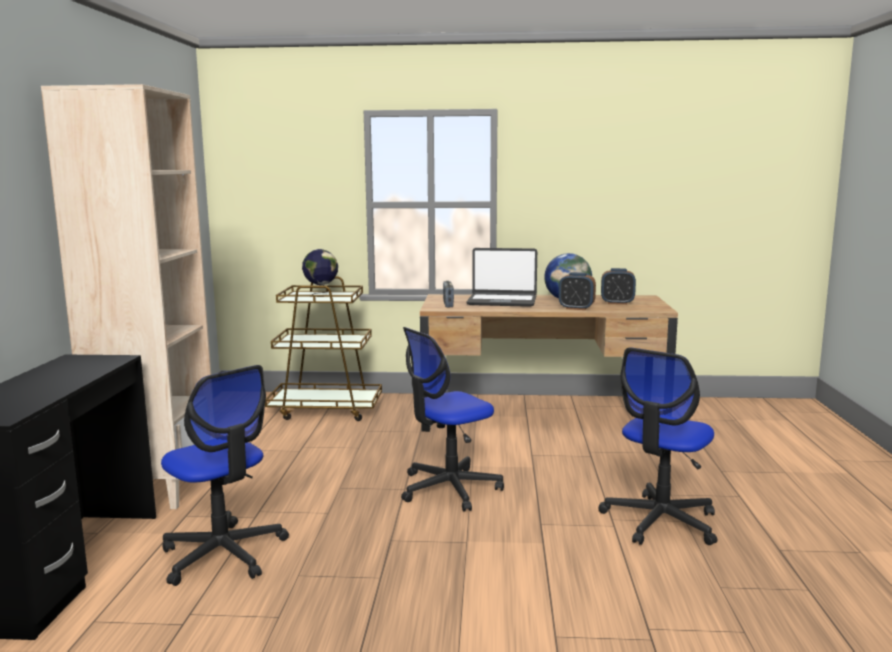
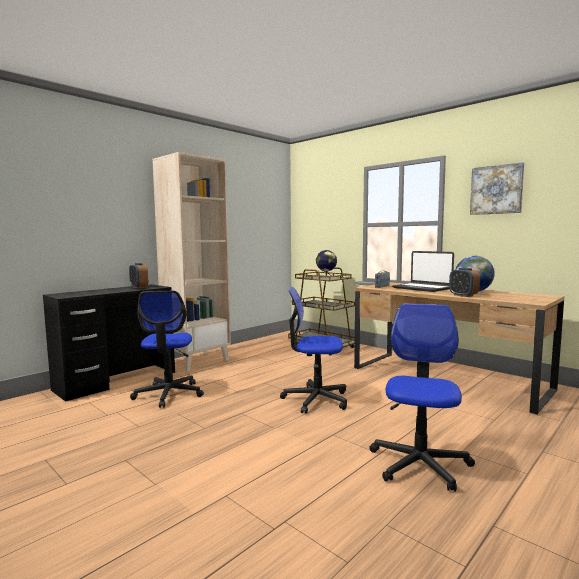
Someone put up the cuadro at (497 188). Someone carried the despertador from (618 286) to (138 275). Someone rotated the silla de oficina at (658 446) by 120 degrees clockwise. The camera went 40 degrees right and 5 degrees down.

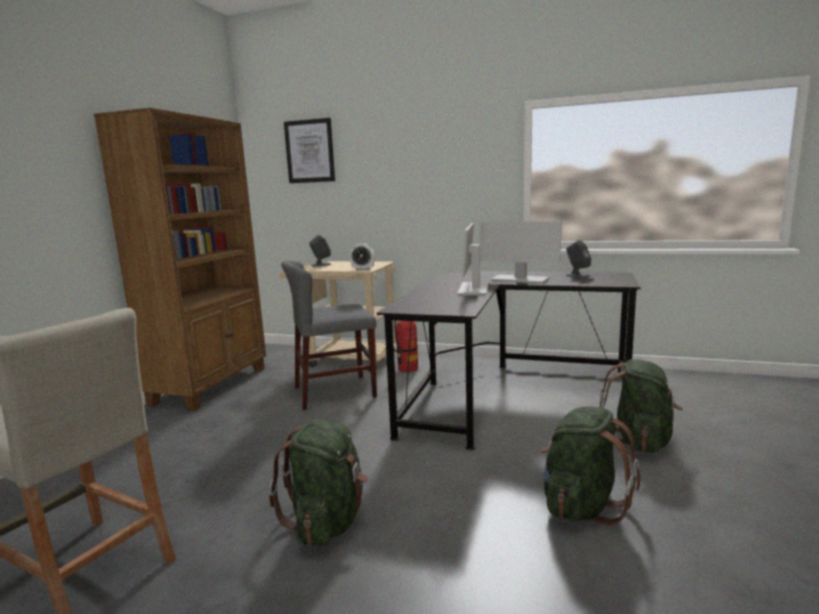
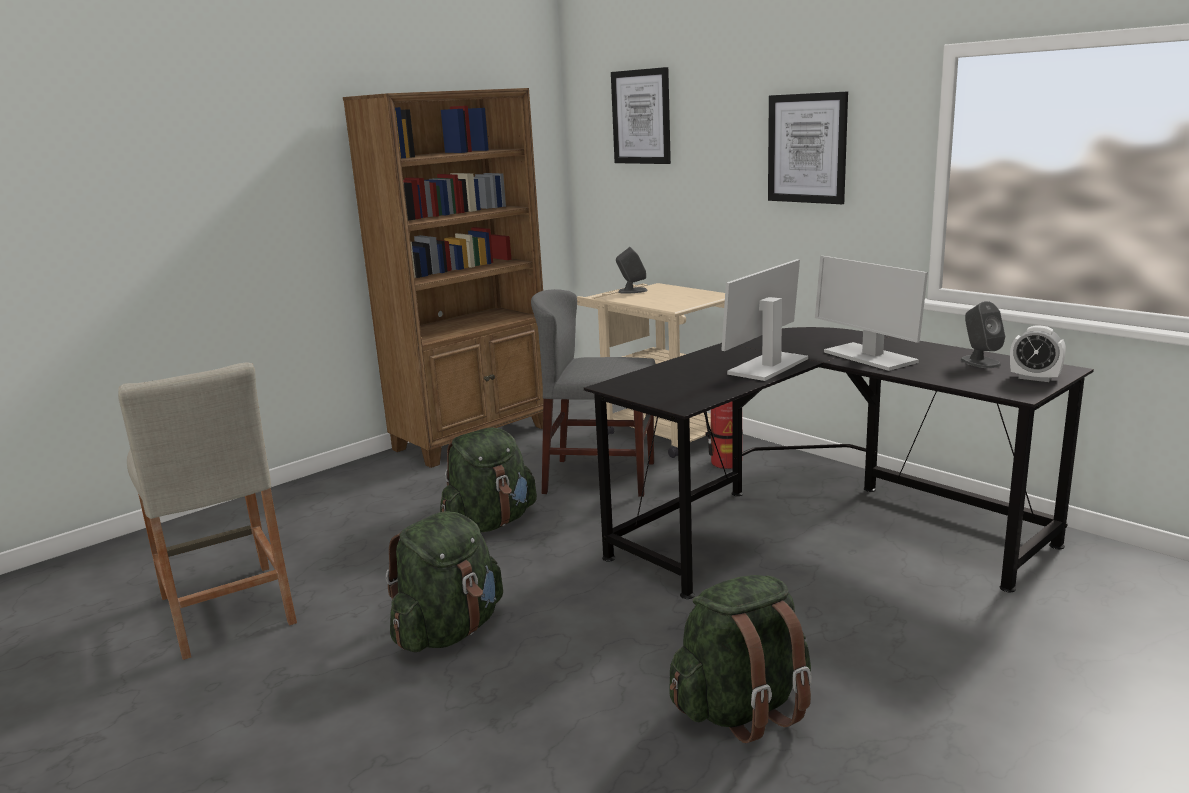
Someone put up the cuadro at (808 147). Someone carried the despertador from (362 256) to (1038 353). Someone carried the mochila (verde) from (641 406) to (488 479). The camera went 30 degrees right and 5 degrees up.

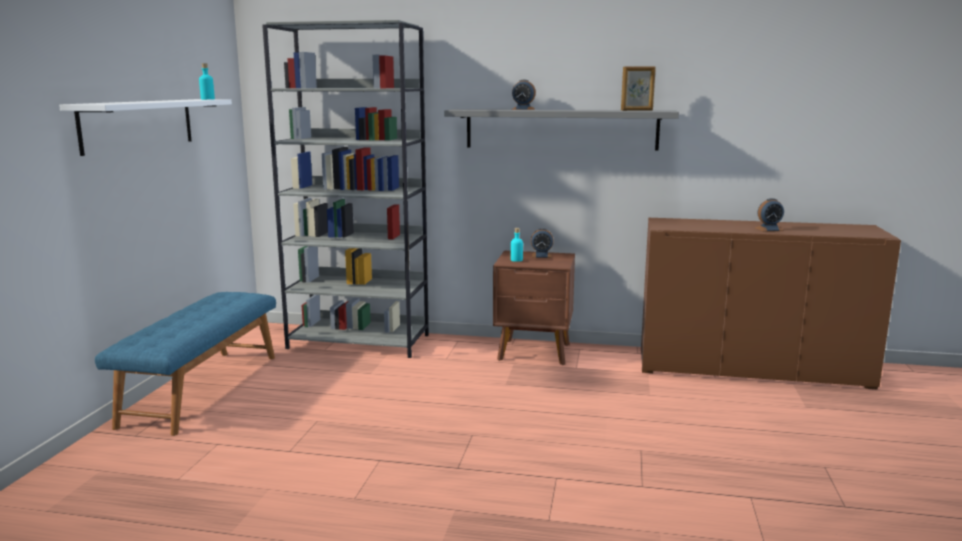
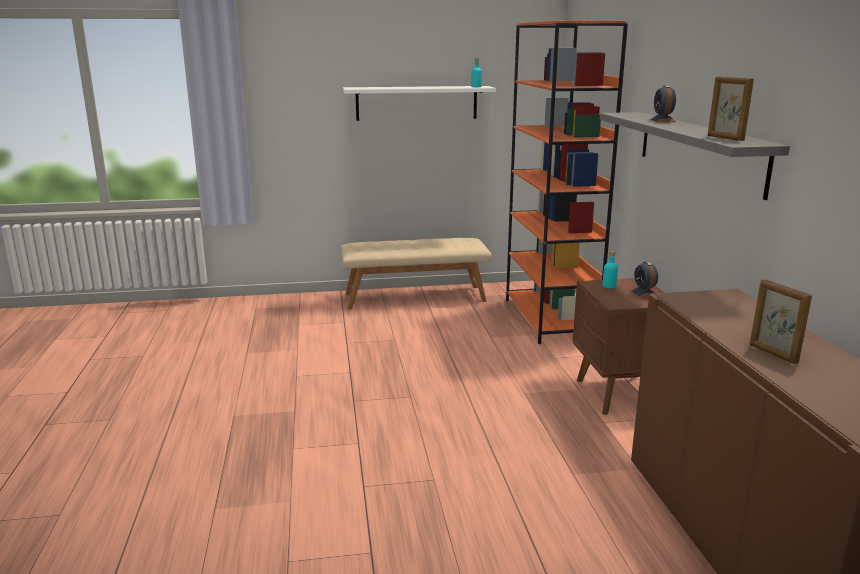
Someone swapped the despertador at (769 214) for the portarretratos at (781 321). Someone repainted the banco (azul) at (185 364), which became the banco (beis) at (416 274). Someone repainted the estantería (gris) at (345 189), which became the estantería (naranja) at (567 182). The camera went 70 degrees right and 5 degrees up.

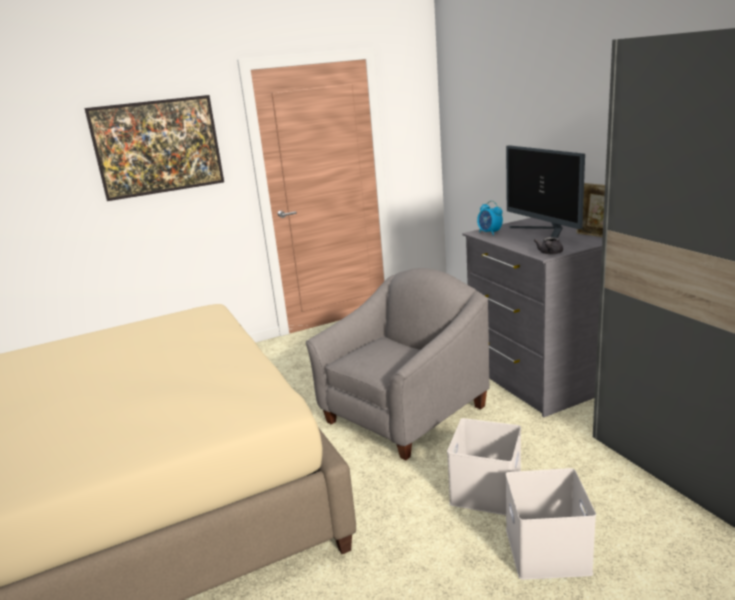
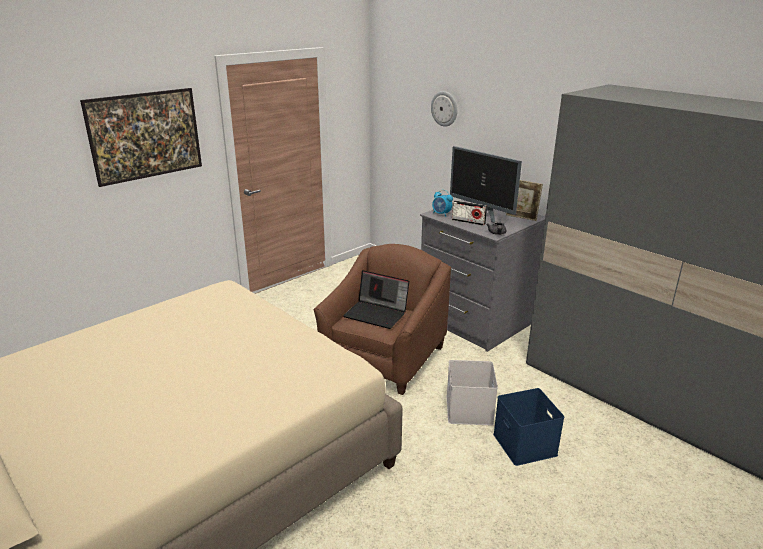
Someone put down the portátil at (376 299). Someone put up the reloj de pared at (444 109). Someone put down the radio at (469 213). Someone repainted the sillón (gris) at (398 364), which became the sillón (marrón) at (382 319). Someone repainted the caja de almacenaje (blanco) at (551 524), which became the caja de almacenaje (azul) at (528 427). The camera went 20 degrees left and 5 degrees up.

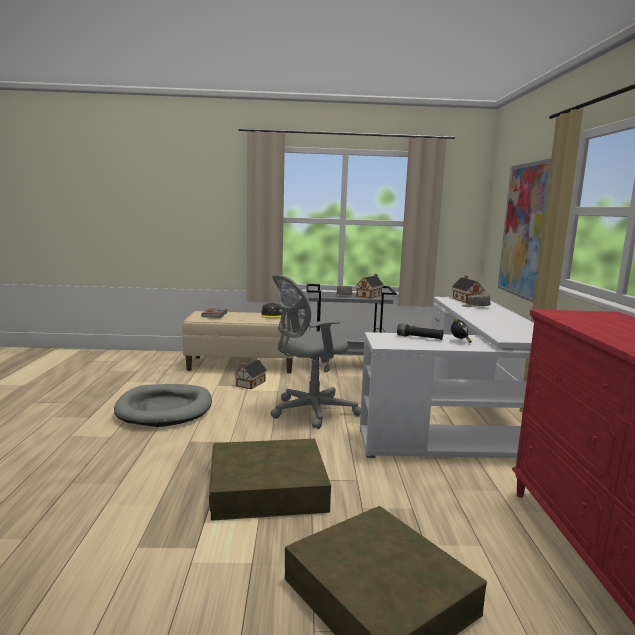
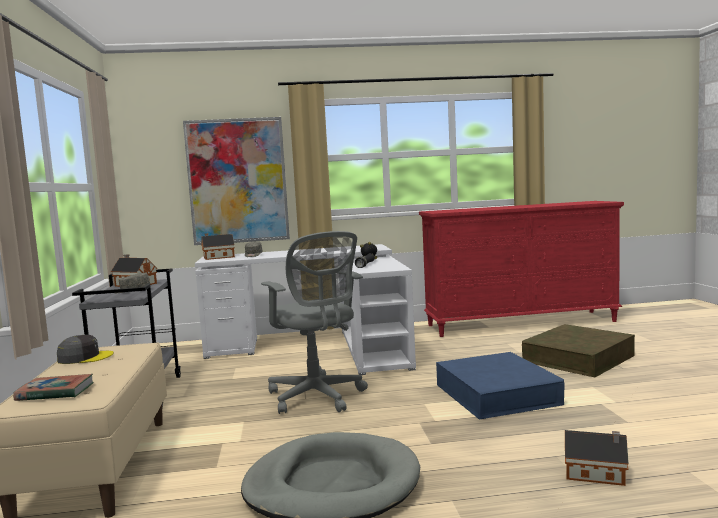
Someone carried the casita from (251 374) to (597 458). Someone repainted the caja de almacenaje (marrón) at (270 480), which became the caja de almacenaje (azul) at (500 386). The camera went 95 degrees left and 5 degrees down.

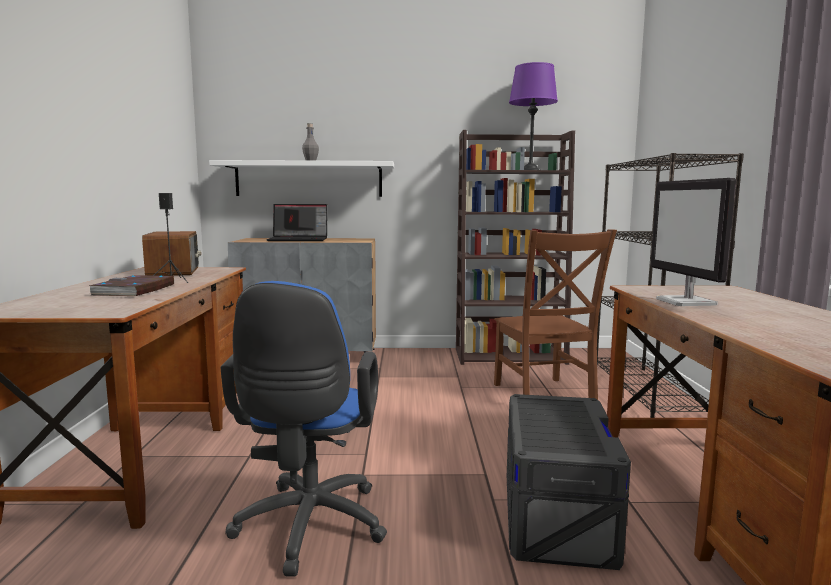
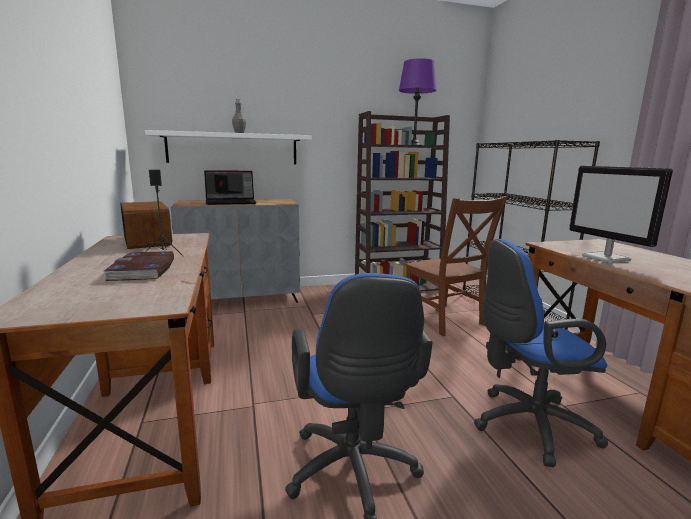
Someone swapped the caja de almacenaje (gris) at (569 482) for the silla de oficina (azul) at (541 353). The camera went 15 degrees left and 5 degrees up.

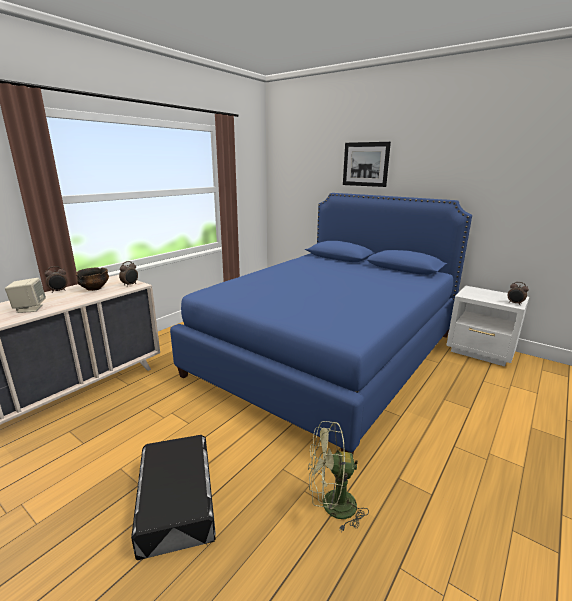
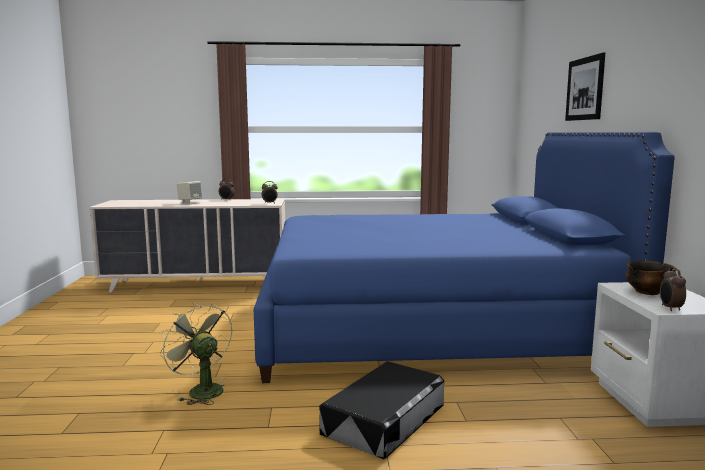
Someone carried the cuenco from (92 279) to (650 278). Someone carried the caja de almacenaje (negro) from (173 497) to (381 410). The camera went 50 degrees right and 10 degrees down.

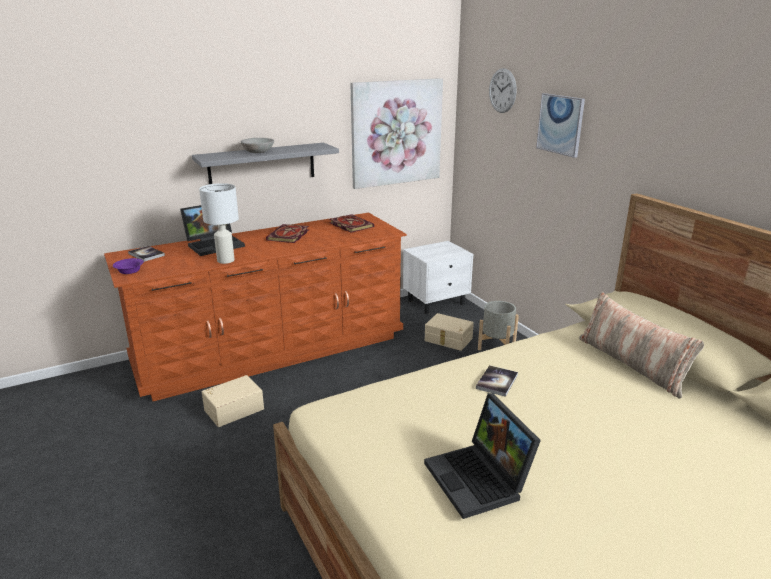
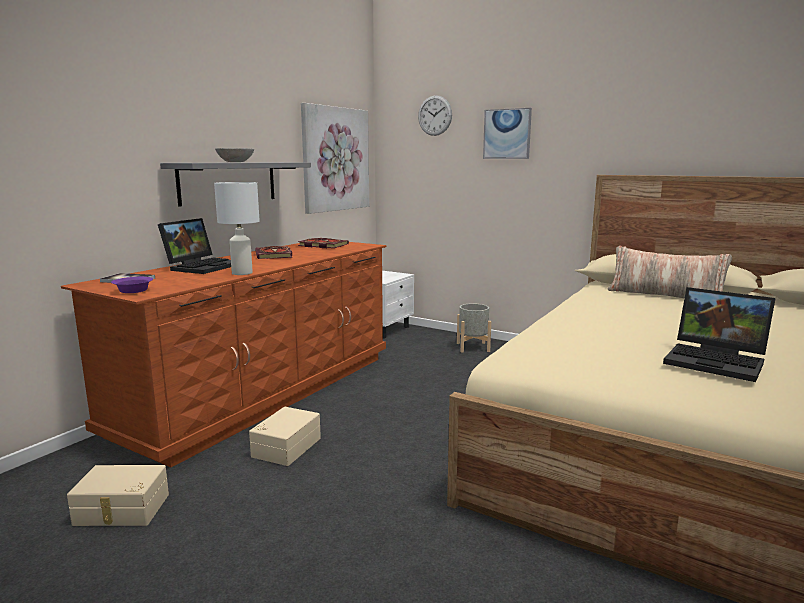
Someone took away the libro at (497 381). Someone carried the caja de almacenaje (beis) from (449 332) to (118 495). The camera went 30 degrees left and 10 degrees down.

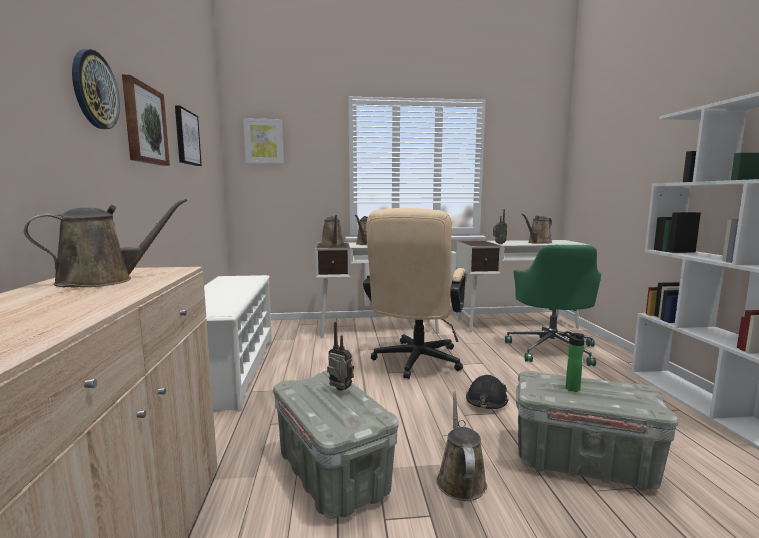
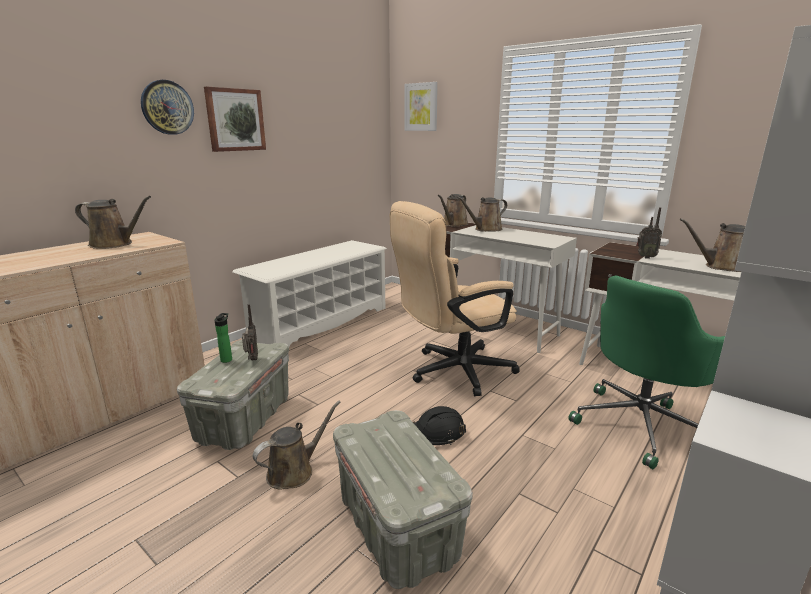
Someone took away the cuadro at (188 135). Someone carried the botella from (574 361) to (223 338). The camera went 45 degrees right and 10 degrees up.

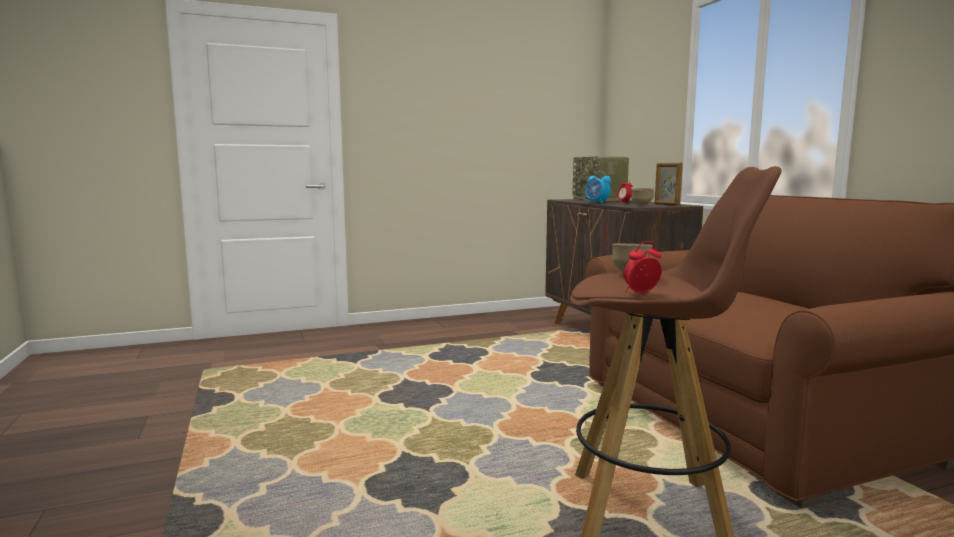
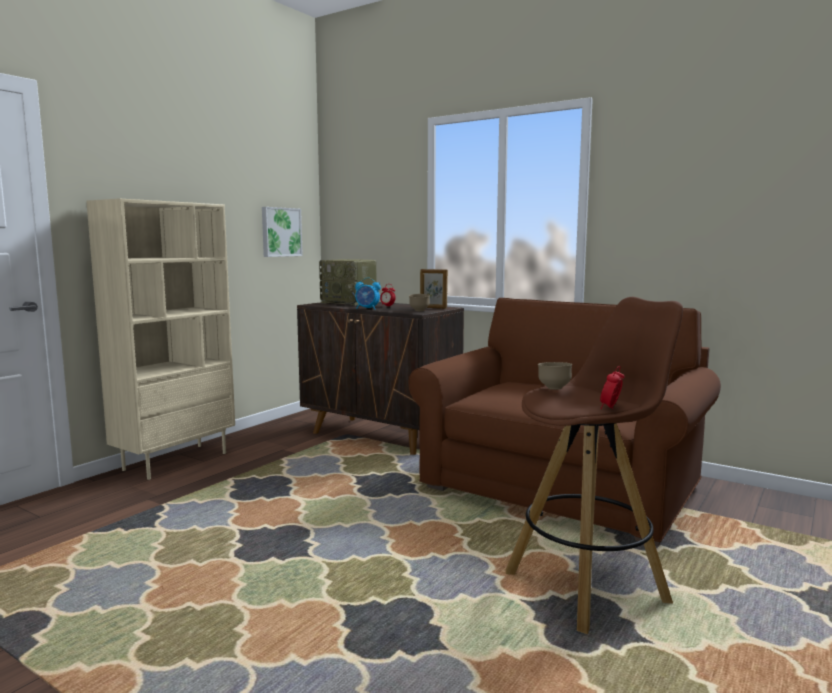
Someone put down the estantería (beis) at (160 339). Someone put up the cuadro at (282 232). The camera went 35 degrees left and 0 degrees up.

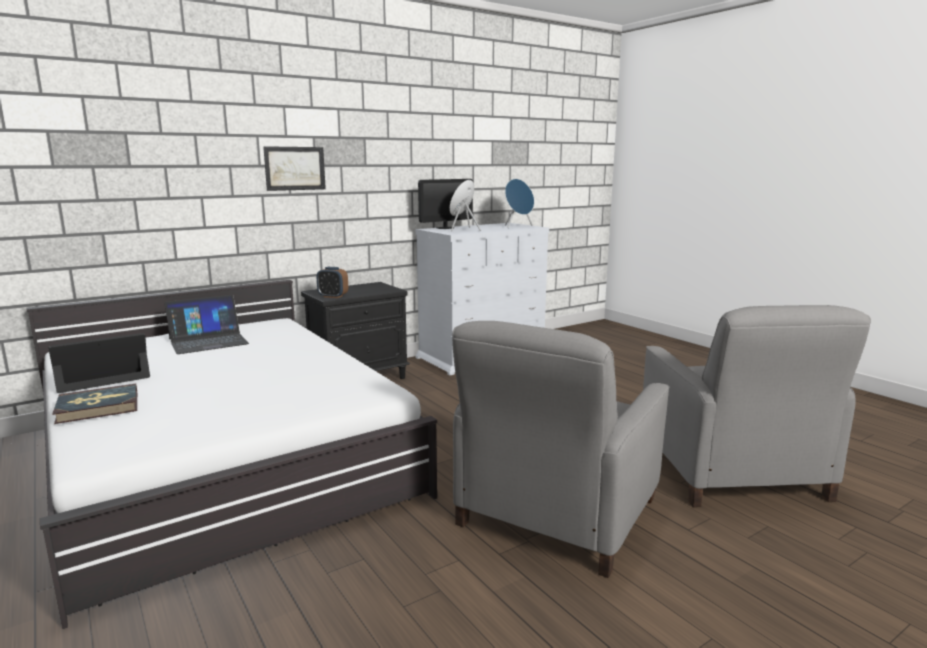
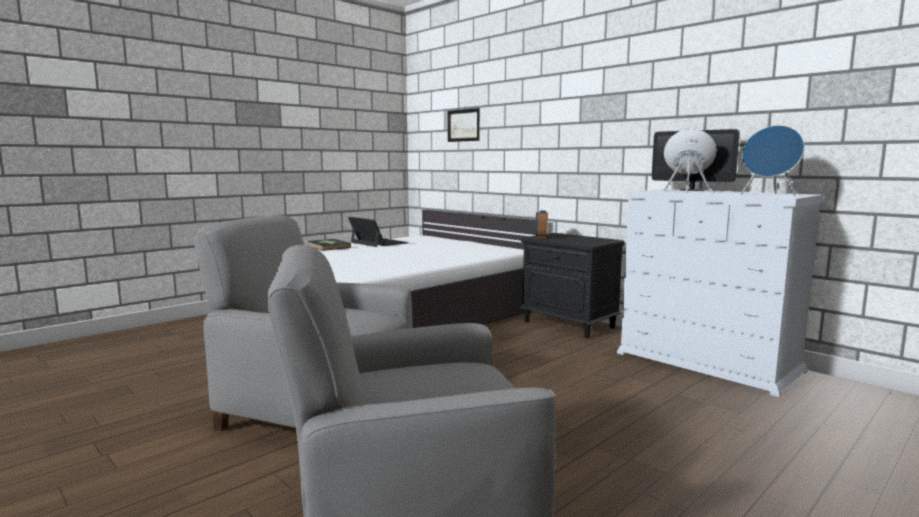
Someone took away the portátil at (207 324). Someone carried the cuadro from (294 168) to (464 125). The camera went 80 degrees right and 5 degrees down.

